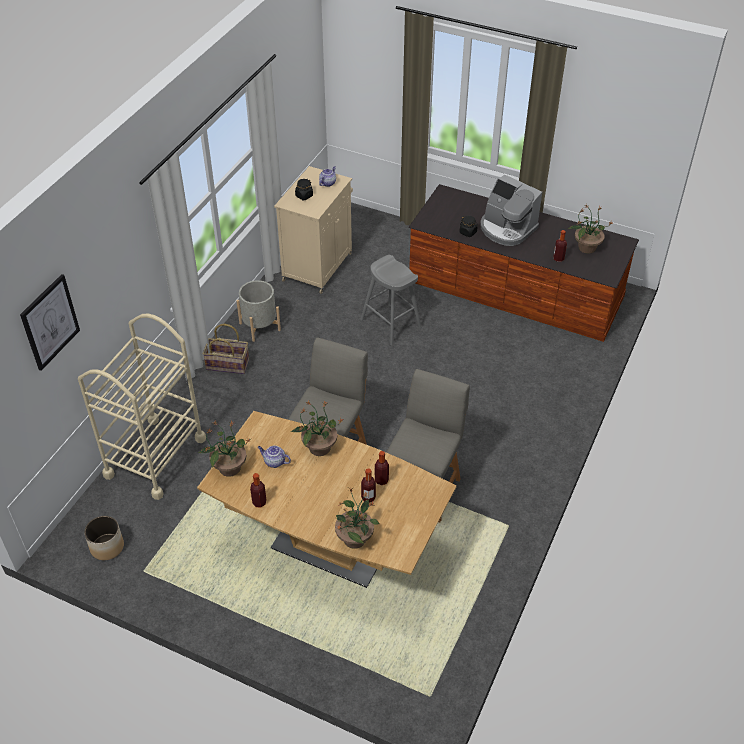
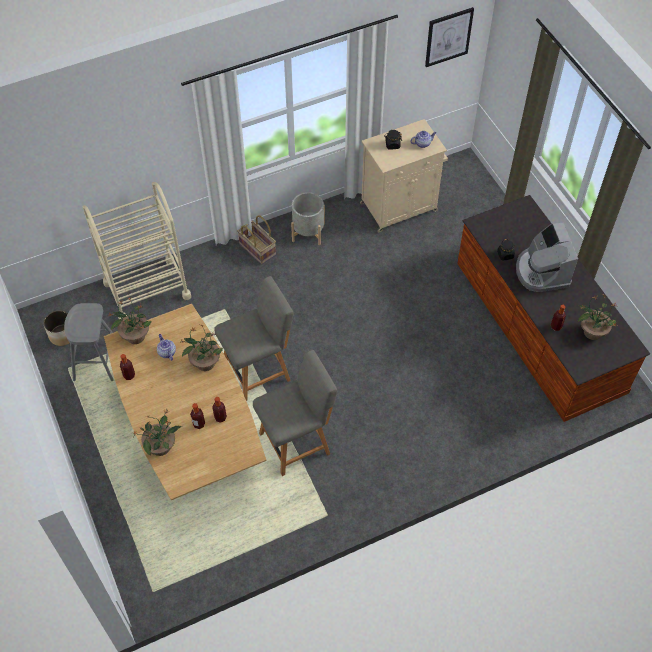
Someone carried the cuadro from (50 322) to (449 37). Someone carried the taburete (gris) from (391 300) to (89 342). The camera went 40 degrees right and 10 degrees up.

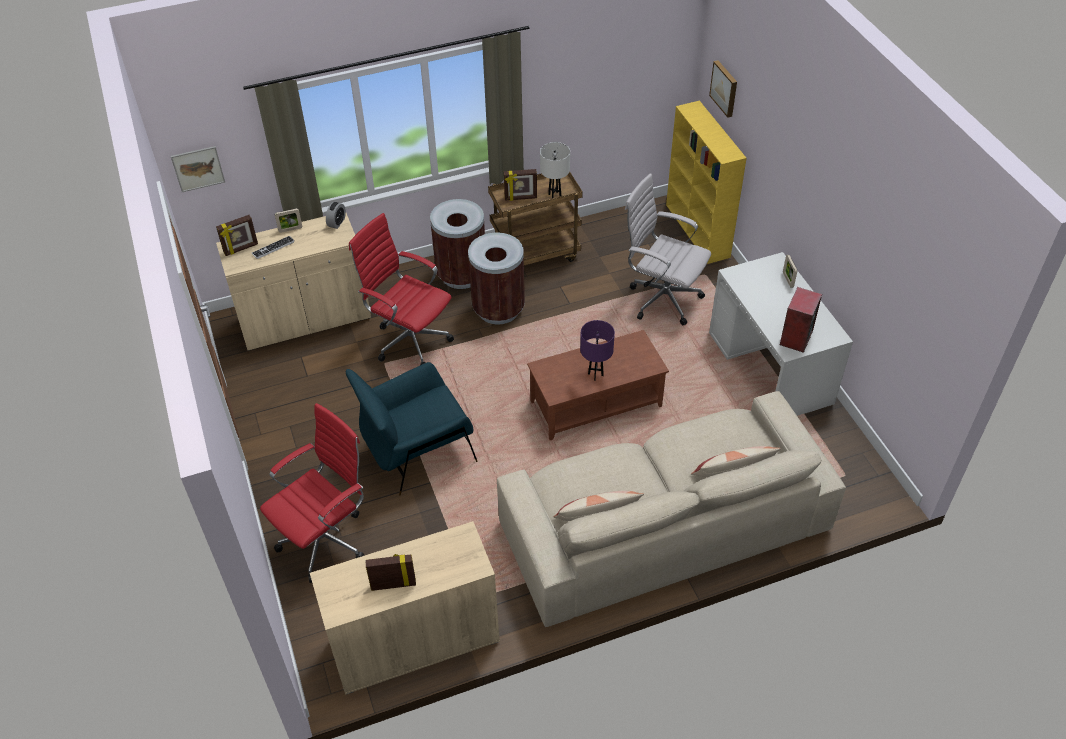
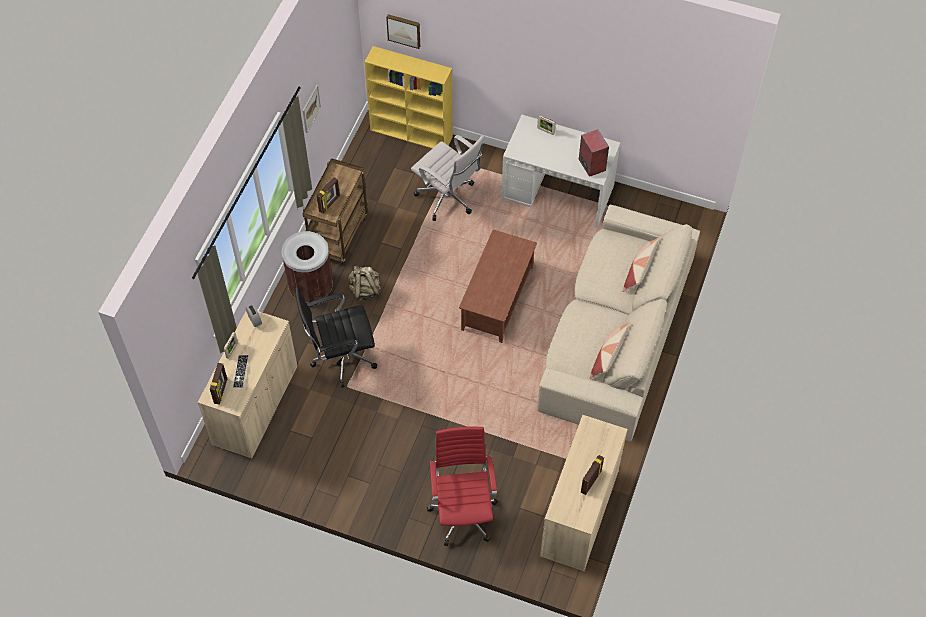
Someone took away the sillón (azul) at (412 429). Someone took away the lámpara de mesa (blanco) at (555 170). Someone took away the lámpara de mesa (morado) at (597 350). Someone carried the cuadro from (198 169) to (311 109). Someone swapped the papelera (marrón) at (496 278) for the mochila (beis) at (365 283). Someone repainted the silla de oficina (rojo) at (401 289), which became the silla de oficina (negro) at (336 337). Someone rotated the silla de oficina (blanco) at (668 249) by 120 degrees counterclockwise. The camera went 50 degrees left and 10 degrees up.

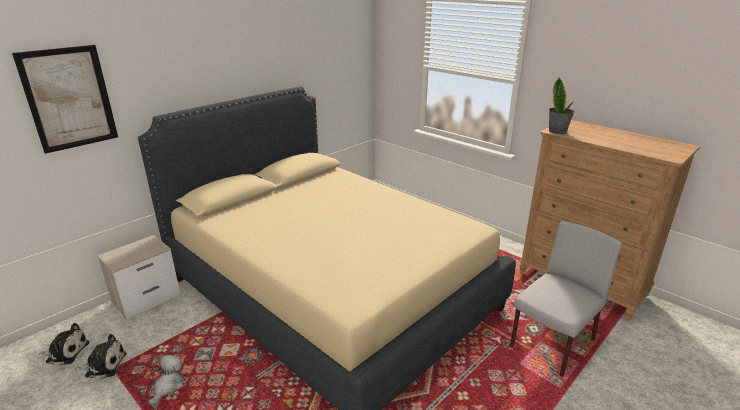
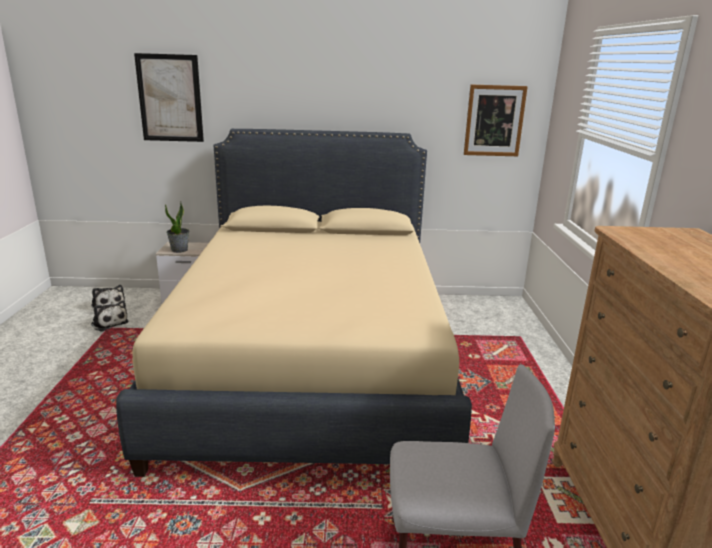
Someone took away the peluche at (166 380). Someone put up the cuadro at (496 120). Someone carried the planta en maceta from (562 106) to (177 227). The camera went 45 degrees right and 5 degrees down.

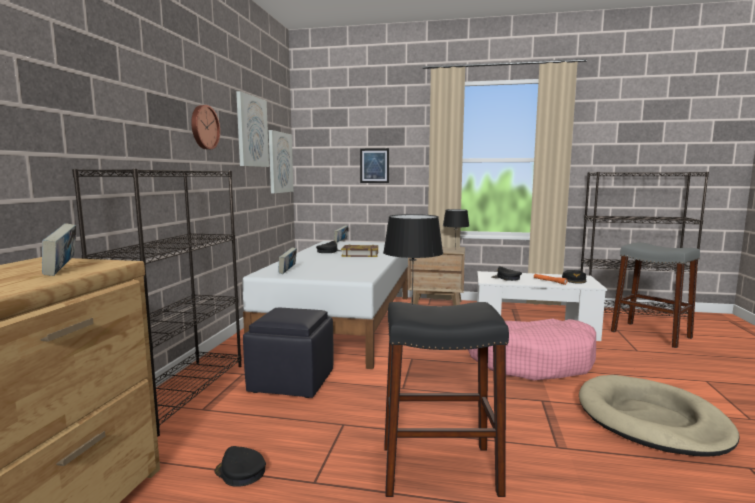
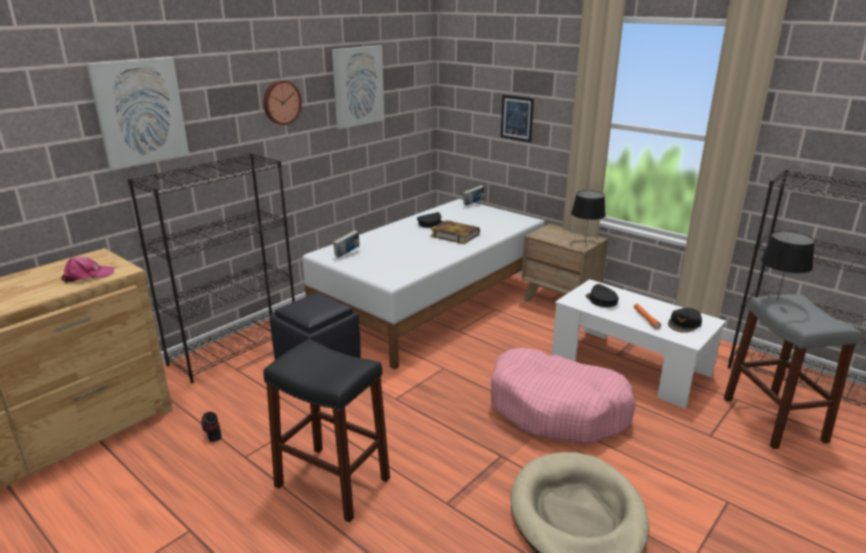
Someone carried the cuadro from (281 161) to (137 113). Someone carried the lámpara de mesa (negro) from (413 259) to (788 266). Someone swapped the libro at (59 249) for the gorra (rosa) at (87 270). Someone swapped the gorra (negro) at (240 466) for the zapato at (211 426). The camera went 30 degrees right and 15 degrees up.

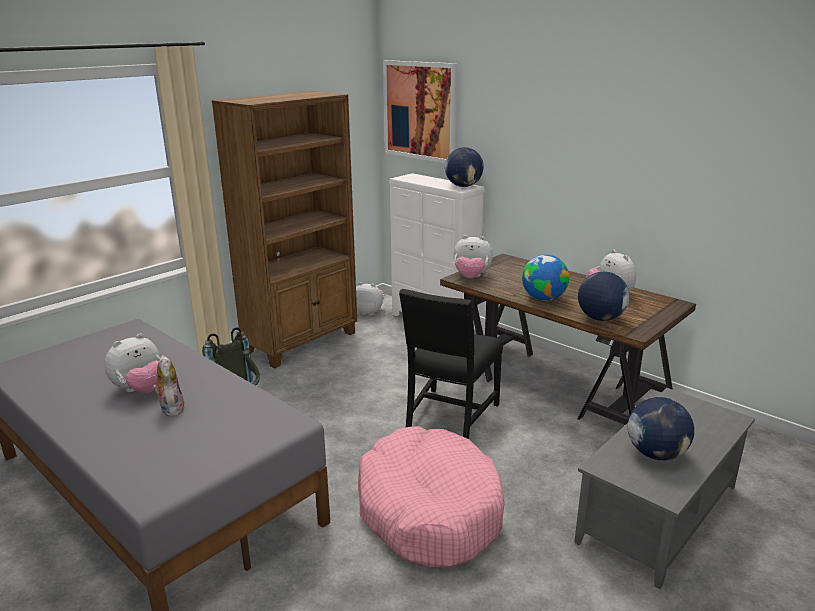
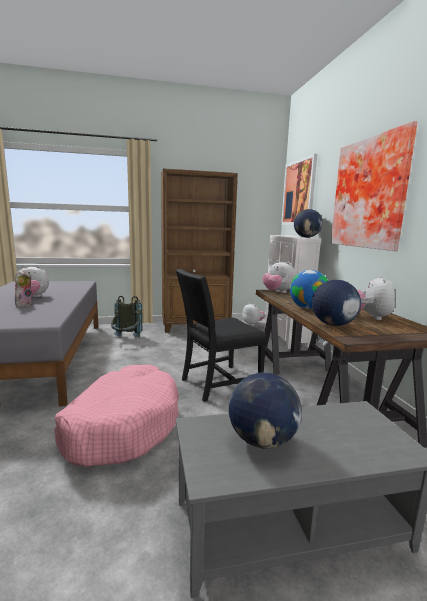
Someone put up the cuadro at (374 186). The camera went 35 degrees right and 10 degrees down.

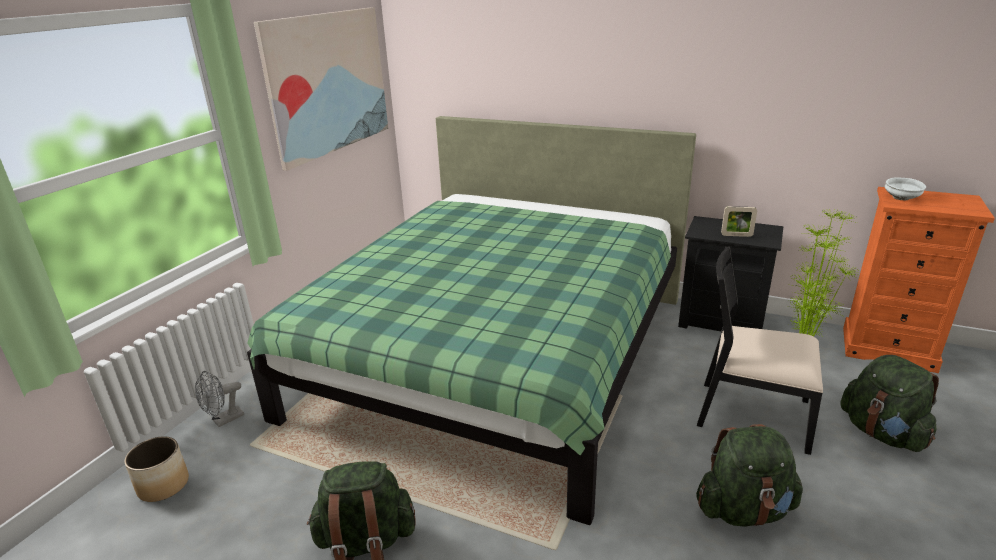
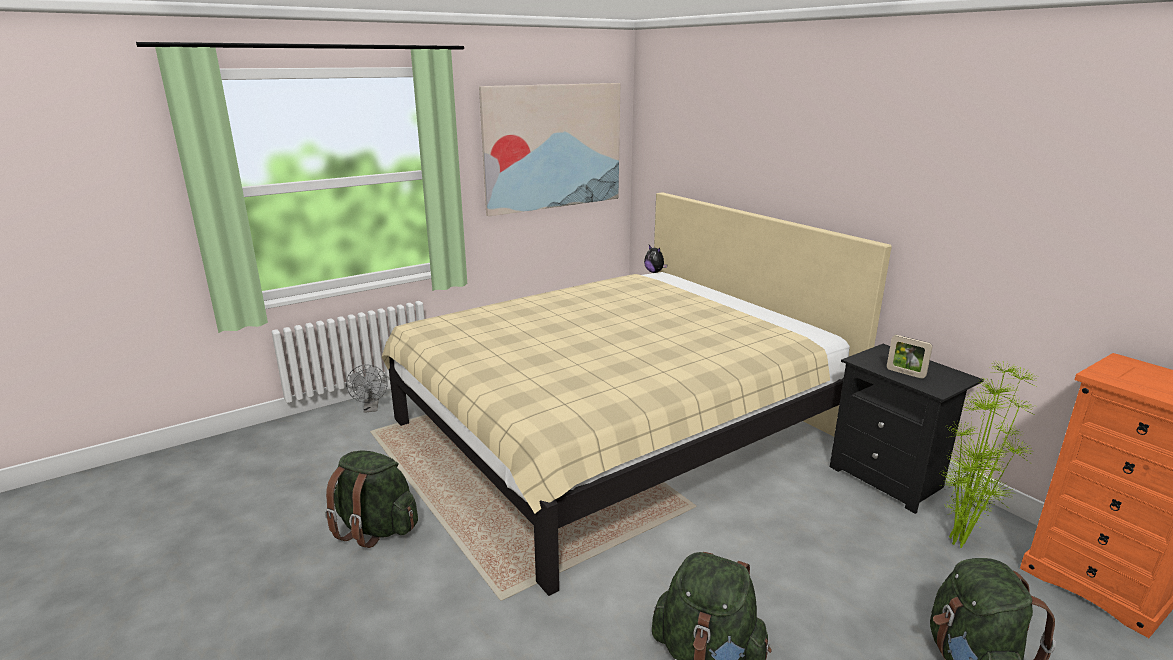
Someone took away the maceta at (156 469). Someone took away the silla (negro) at (760 350). Someone took away the cuenco (blanco) at (905 189). Someone put down the peluche at (655 259). Someone repainted the cama (verde) at (471 320), which became the cama (beis) at (637 394). Someone rotated the ventilador (gris) at (219 399) by 90 degrees counterclockwise. The camera went 30 degrees right and 5 degrees down.

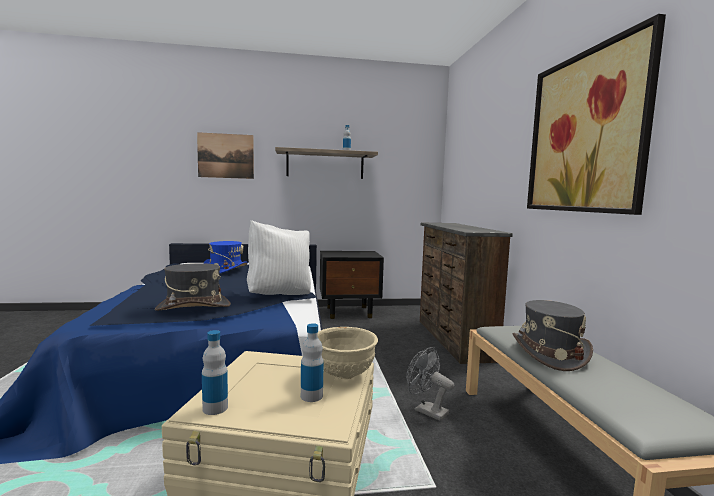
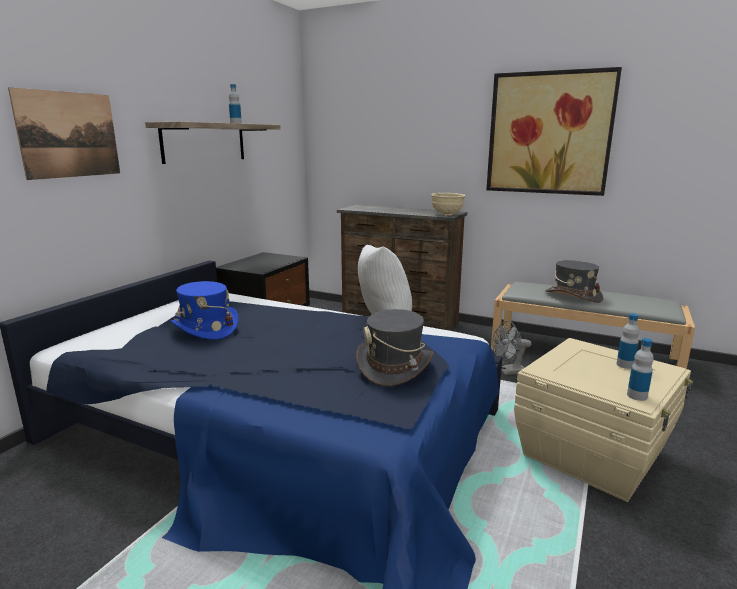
Someone carried the cuenco (beis) from (348 353) to (448 204). The camera went 55 degrees left and 10 degrees up.

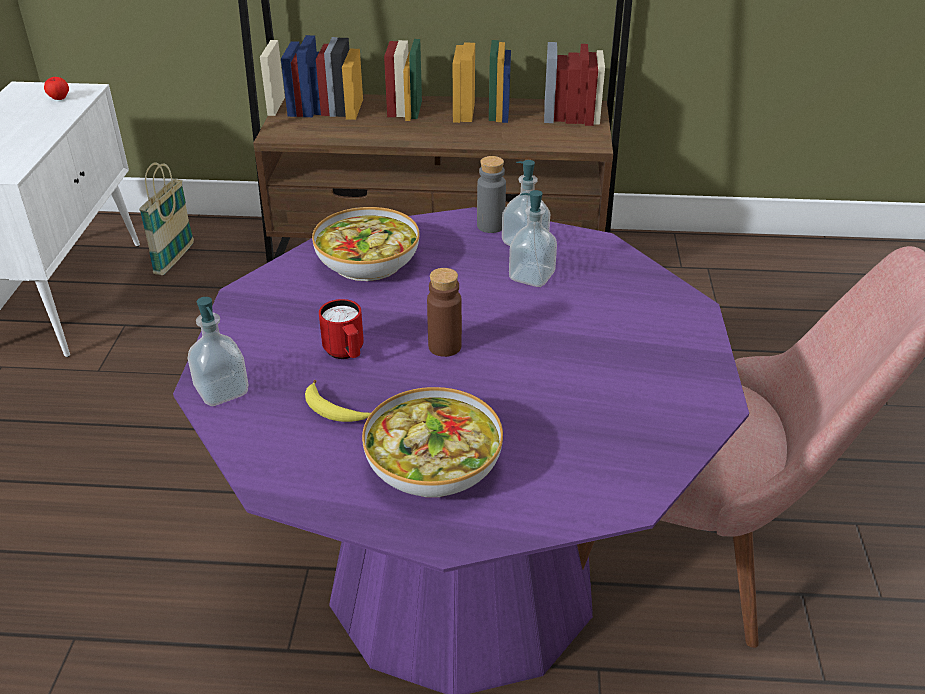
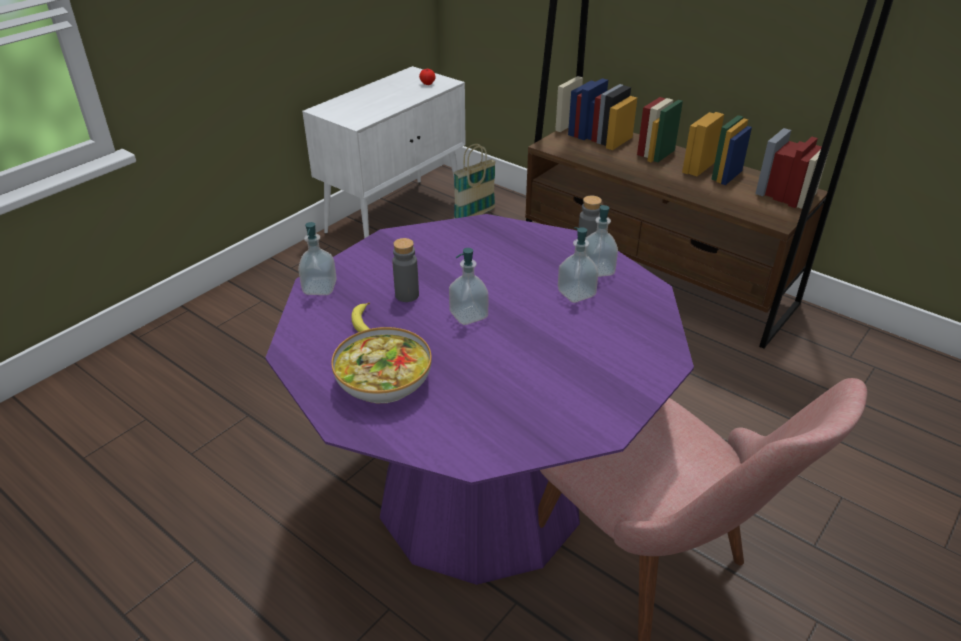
Someone took away the cuenco at (365 244). Someone swapped the taza grande (rojo) at (341 329) for the botella (gris) at (405 270). Someone swapped the botella (marrón) at (444 312) for the dispensador de jabón at (468 286). The camera went 35 degrees right and 0 degrees up.

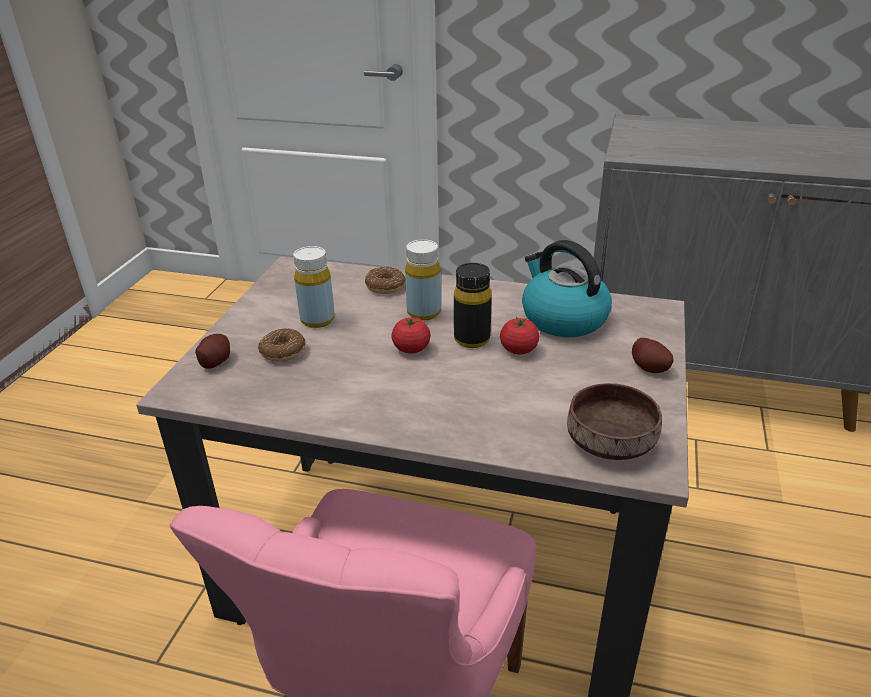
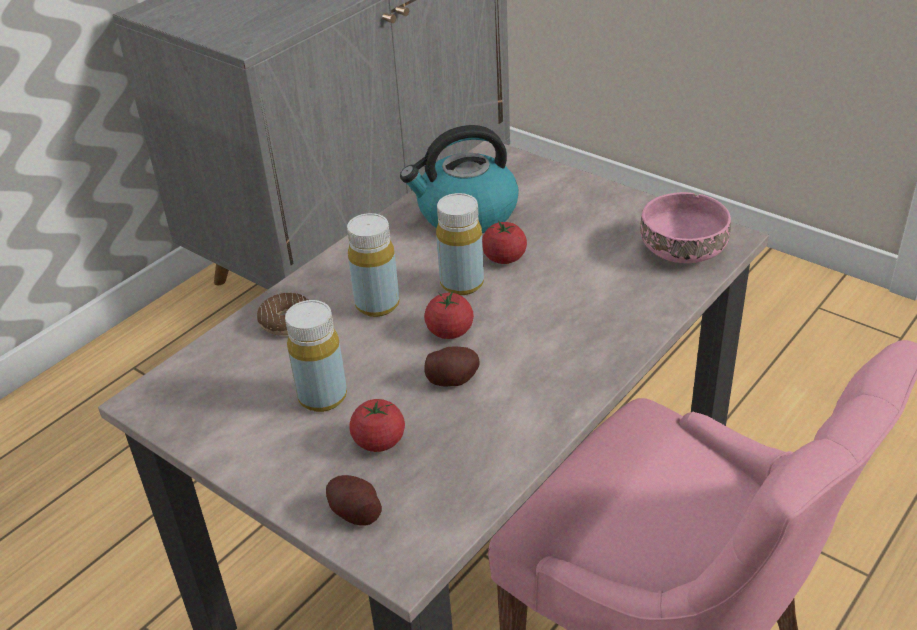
Someone carried the patata from (652 355) to (452 366). Someone swapped the rosquilla at (282 345) for the tomate at (377 425). Someone repainted the botella (negro) at (473 305), which became the botella (amarillo) at (460 244). Someone repainted the cuenco (marrón) at (614 421), which became the cuenco (rosa) at (685 227). The camera went 65 degrees left and 5 degrees up.

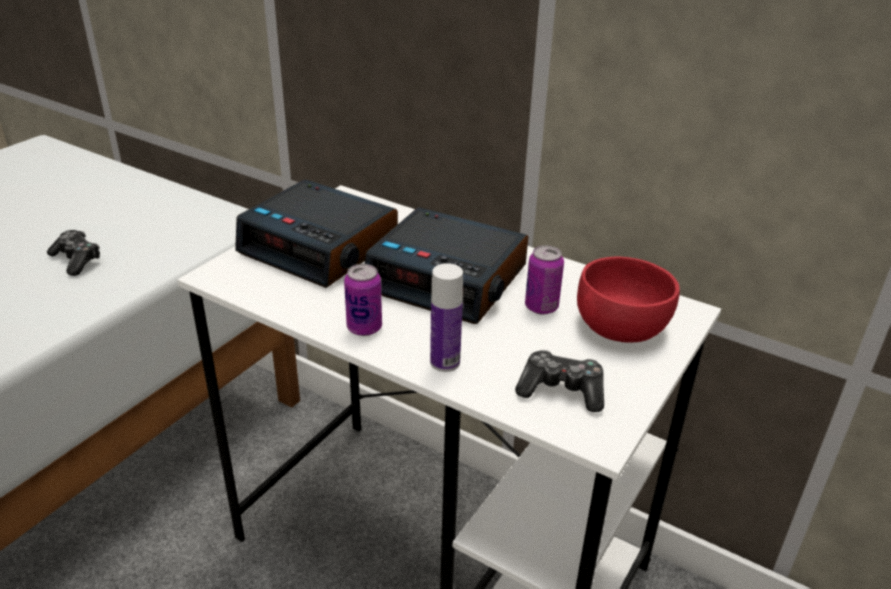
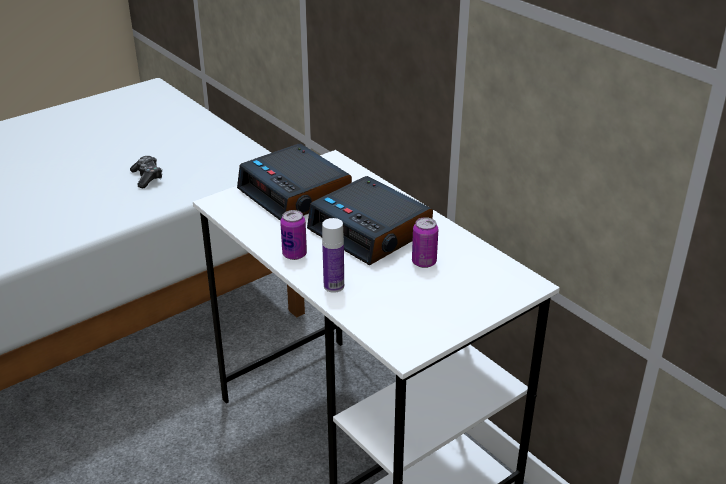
Someone took away the mando de consola at (559 381). Someone took away the cuenco (rojo) at (628 300). The camera went 20 degrees right and 0 degrees up.

